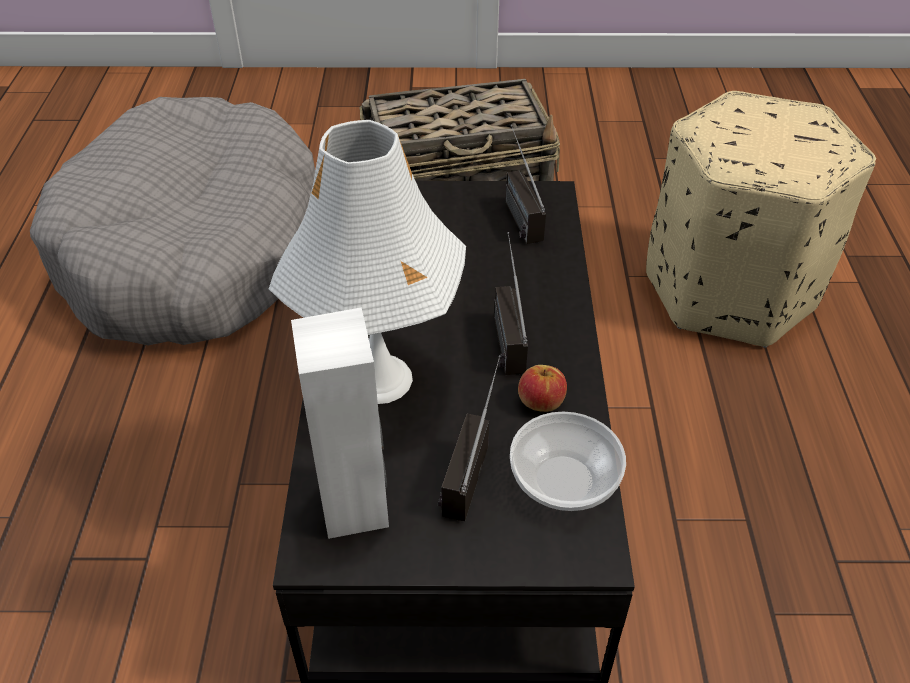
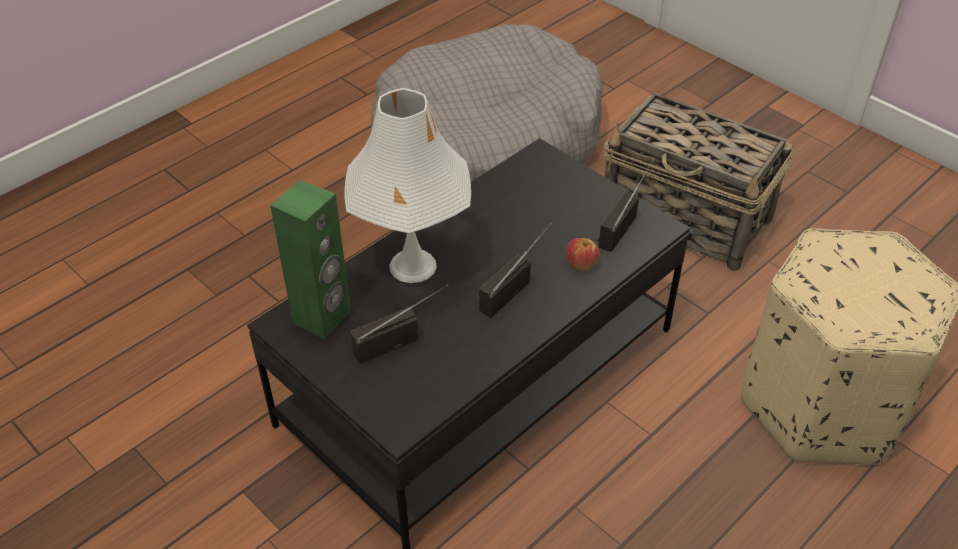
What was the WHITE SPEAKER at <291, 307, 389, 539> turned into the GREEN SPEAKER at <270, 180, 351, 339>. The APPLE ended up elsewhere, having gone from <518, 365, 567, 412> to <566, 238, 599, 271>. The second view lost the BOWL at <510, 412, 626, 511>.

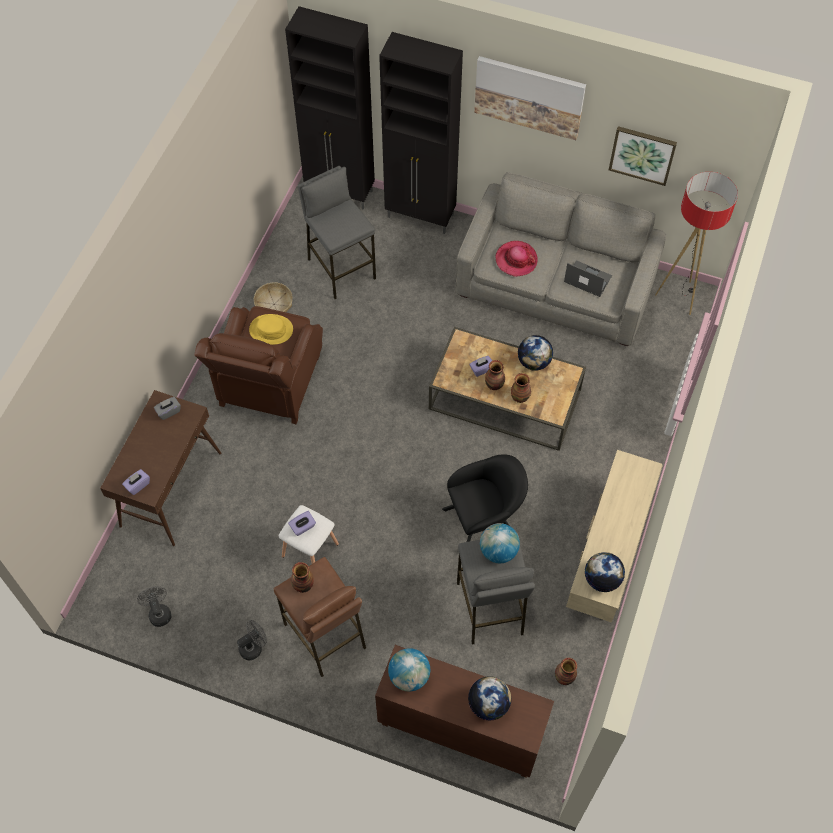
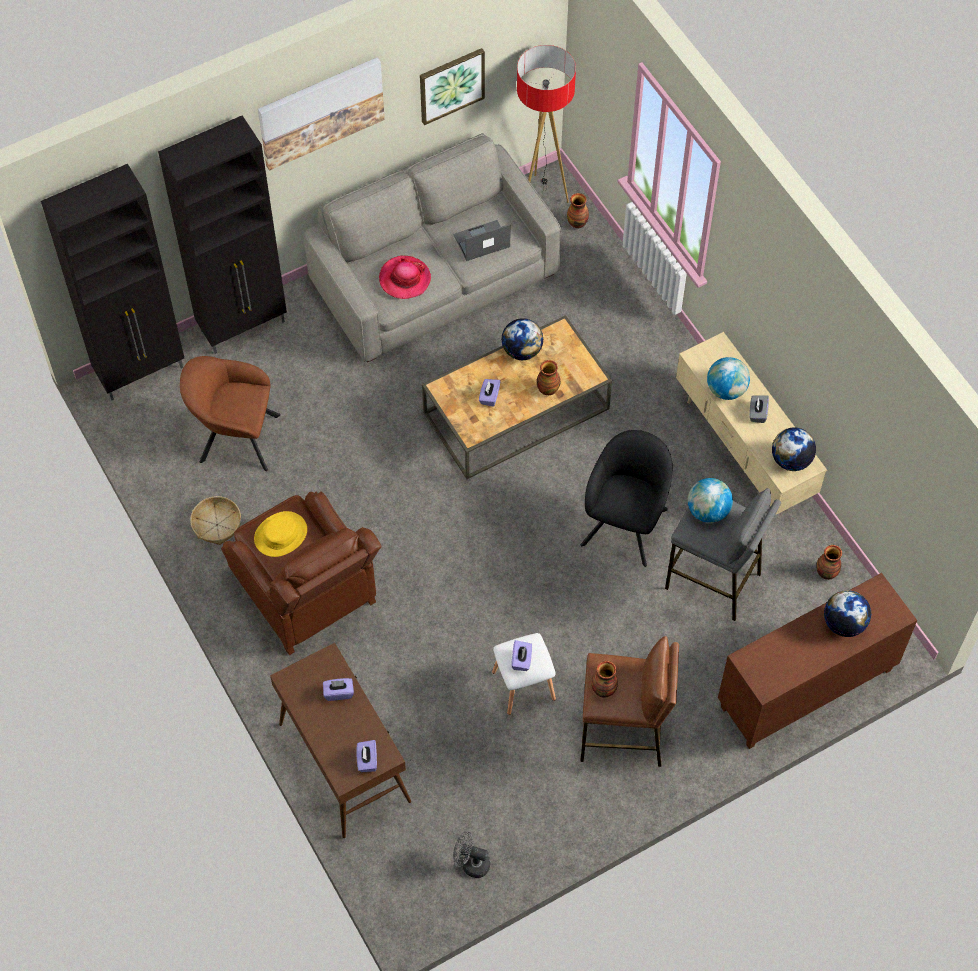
Where the GREY STOOL stood at <298, 166, 376, 299>, the BROWN ARMCHAIR came to stand at <180, 356, 280, 471>. The VASE ended up elsewhere, having gone from <485, 360, 505, 390> to <567, 193, 589, 228>. The GREY TISSUE BOX ended up elsewhere, having gone from <154, 397, 181, 420> to <749, 395, 769, 423>. The second view lost the GREY FAN at <237, 620, 267, 660>. The GLOBE ended up elsewhere, having gone from <388, 648, 430, 692> to <707, 357, 750, 400>. The second view gained the PURPLE TISSUE BOX at <323, 678, 354, 701>.

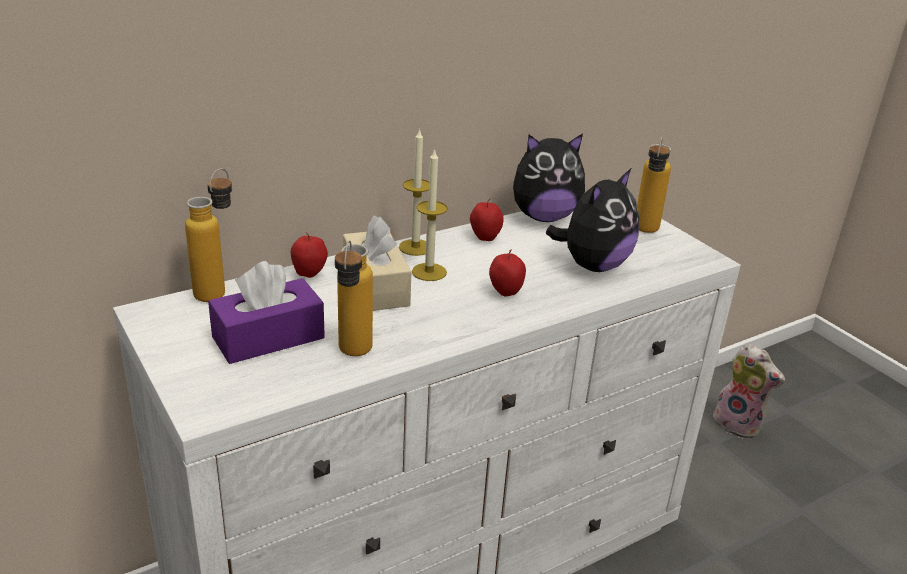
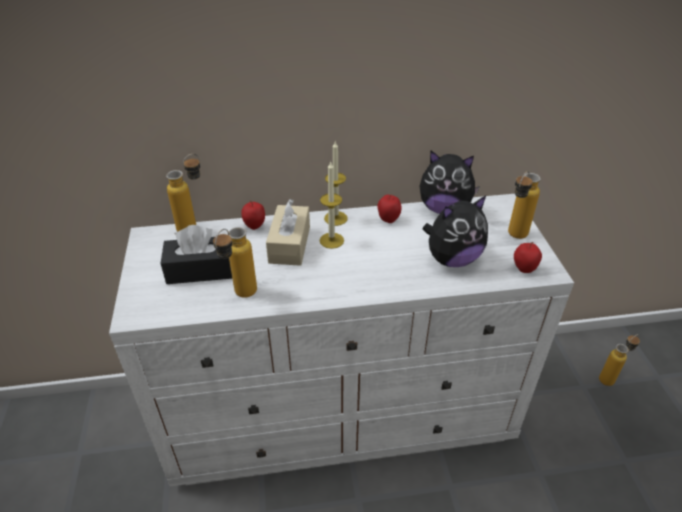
The APPLE ended up elsewhere, having gone from <489, 250, 526, 296> to <514, 242, 542, 273>. What was the PURPLE TISSUE BOX at <208, 261, 325, 364> turned into the BLACK TISSUE BOX at <160, 225, 232, 284>. Where the PLUSH TOY stood at <713, 343, 785, 439>, the BOTTLE came to stand at <599, 334, 640, 386>.

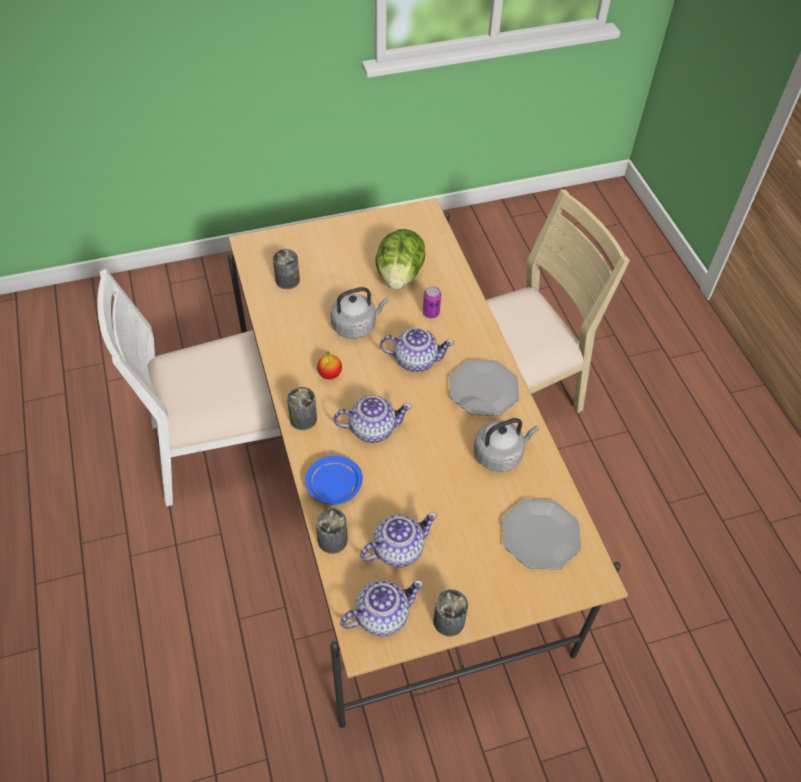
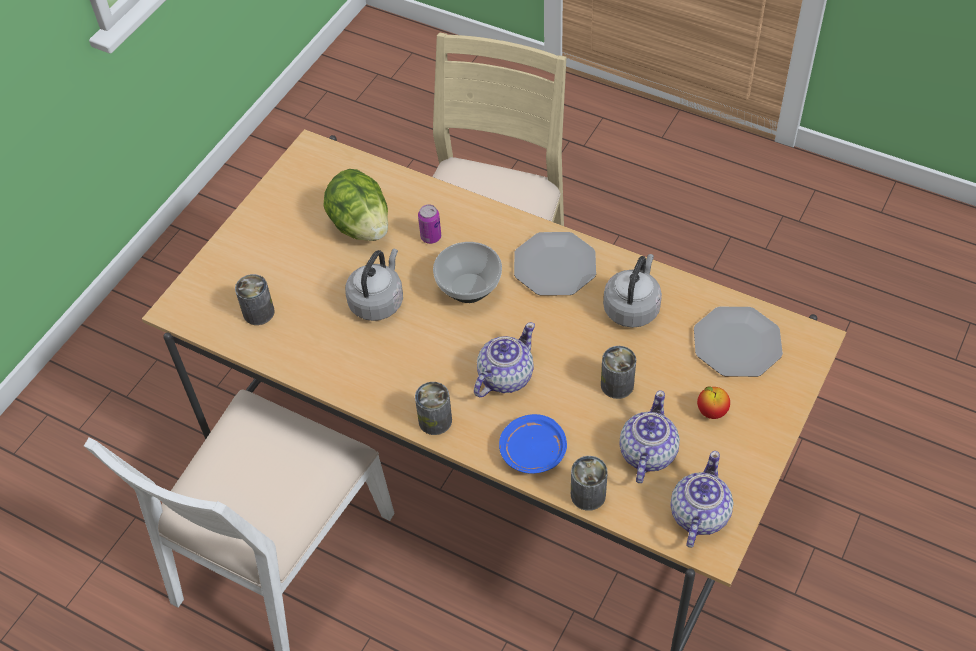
Where the TEAPOT stood at <380, 328, 454, 372>, the BOWL came to stand at <433, 242, 502, 303>. The APPLE ended up elsewhere, having gone from <317, 351, 342, 379> to <697, 386, 730, 419>. The CAN ended up elsewhere, having gone from <433, 589, 468, 637> to <601, 346, 636, 399>.

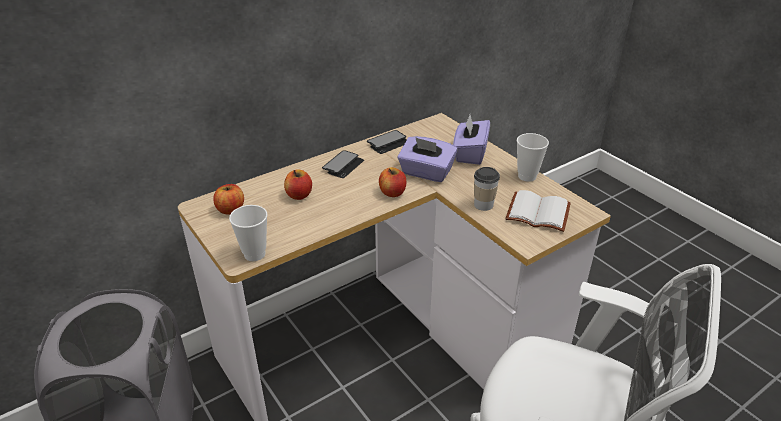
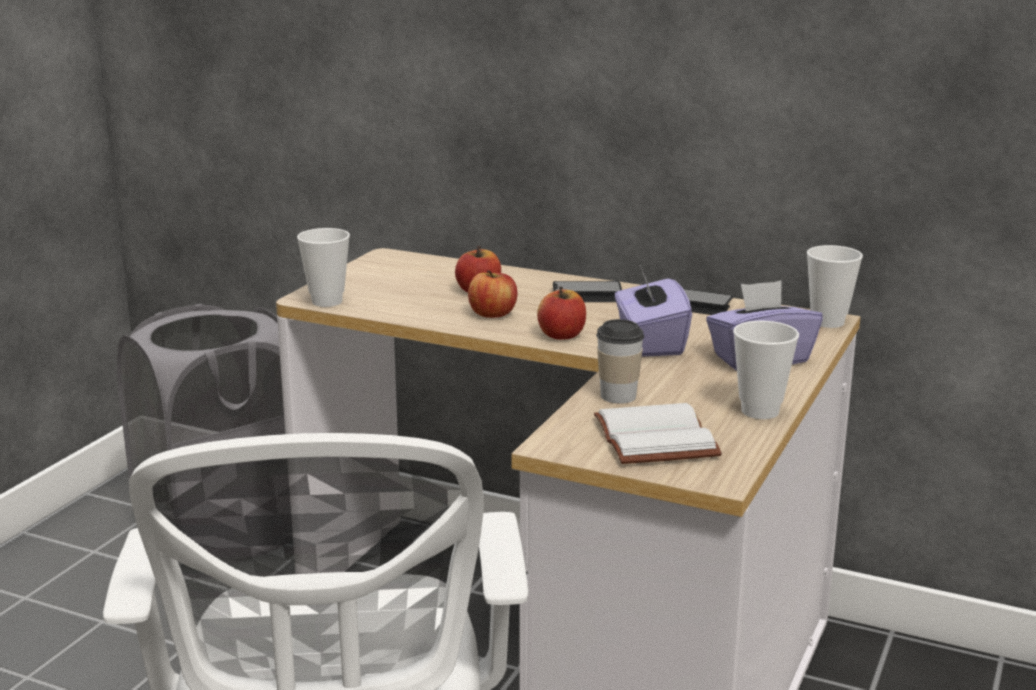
The APPLE ended up elsewhere, having gone from <213, 184, 244, 215> to <468, 270, 517, 318>. The second view gained the CUP at <807, 245, 863, 328>.

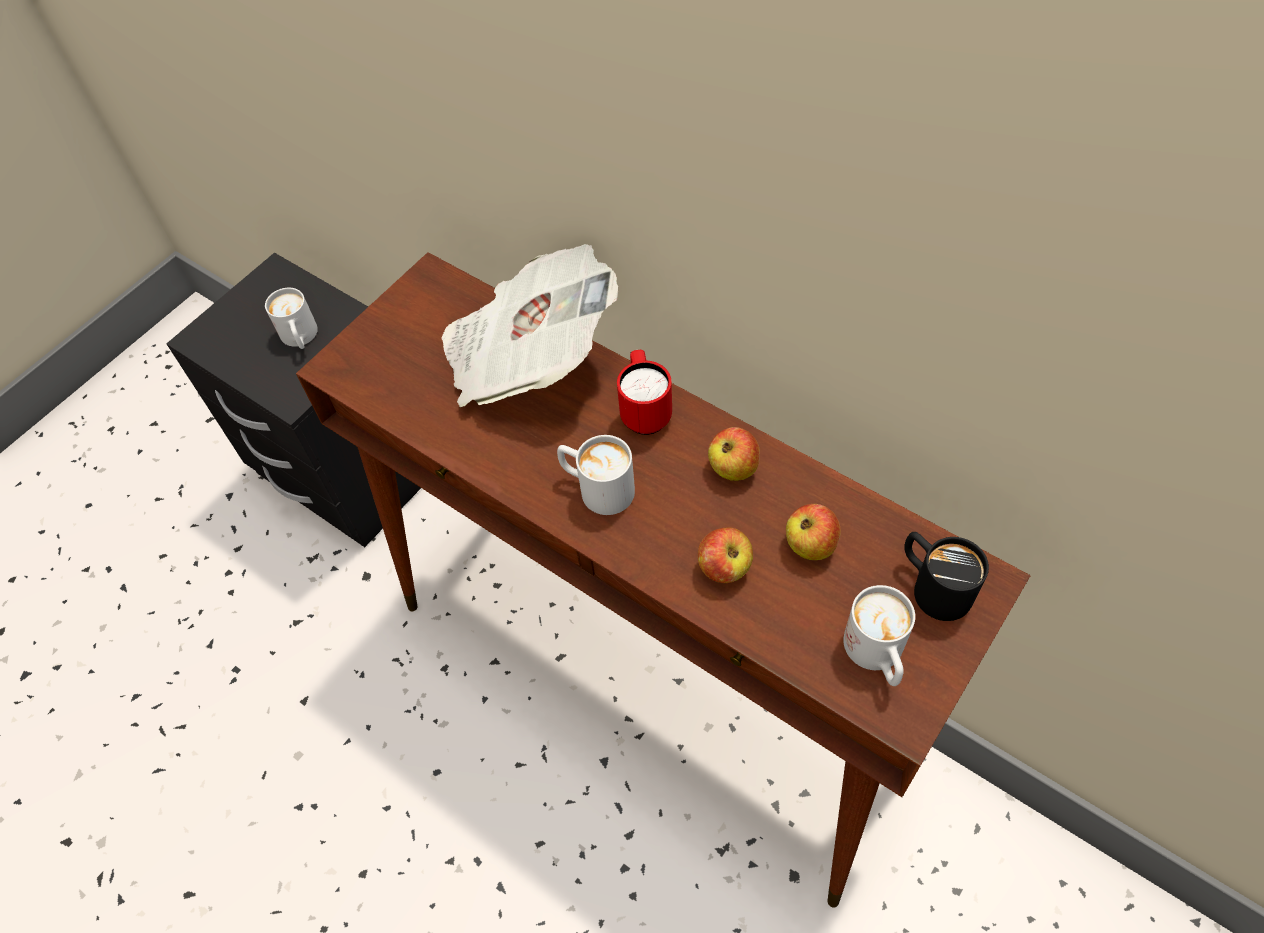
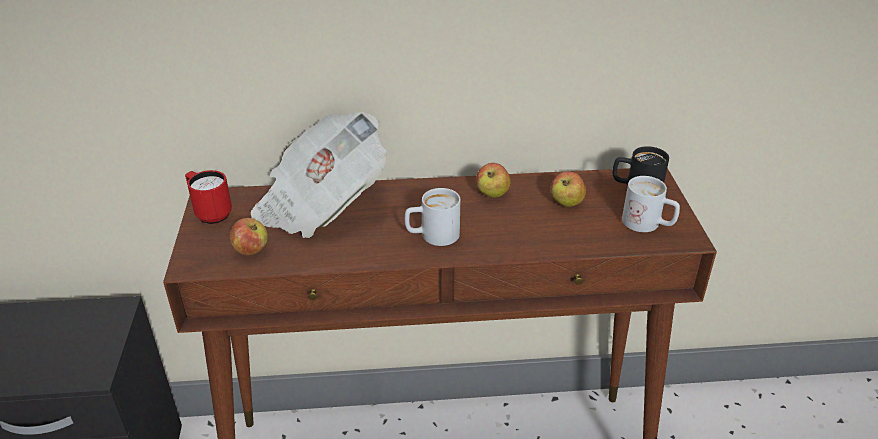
The second view lost the WHITE MUG at <265, 288, 318, 349>. The RED MUG ended up elsewhere, having gone from <617, 350, 672, 435> to <185, 170, 232, 224>. The APPLE ended up elsewhere, having gone from <698, 528, 753, 583> to <230, 218, 268, 255>.

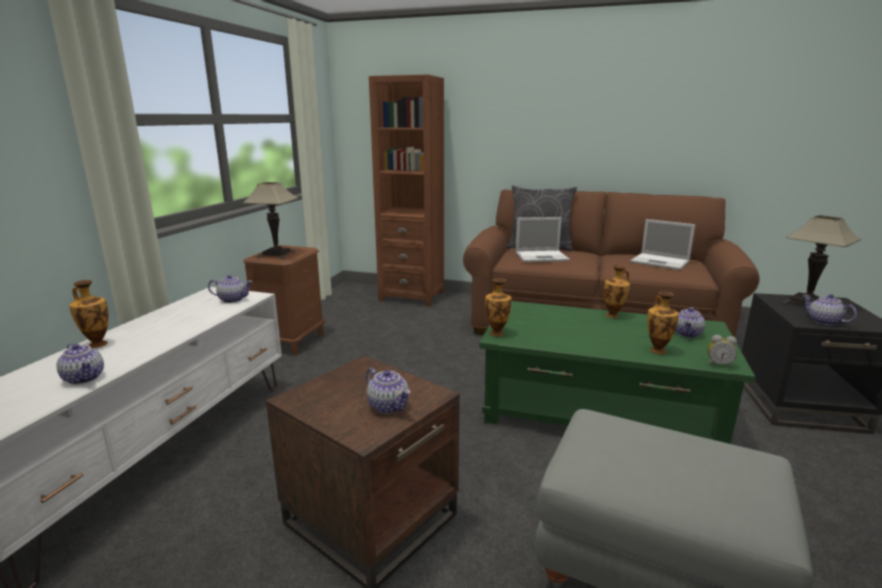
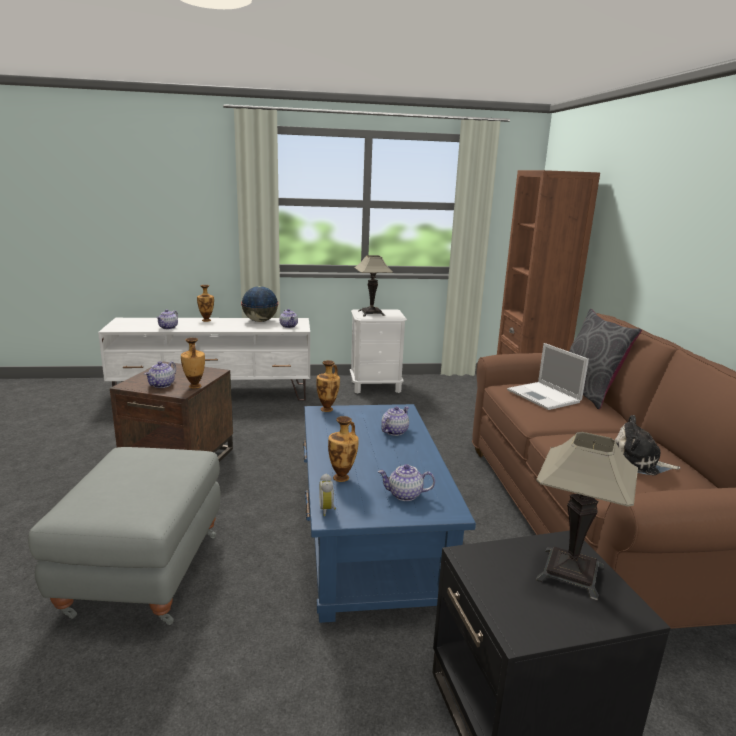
Where the LAPTOP stood at <630, 219, 695, 270>, the PLUSH TOY came to stand at <615, 415, 680, 475>. What was the BROWN NIGHTSTAND at <243, 245, 325, 355> turned into the WHITE NIGHTSTAND at <350, 309, 407, 394>. The VASE ended up elsewhere, having gone from <604, 265, 630, 318> to <181, 338, 205, 388>. The TEAPOT ended up elsewhere, having gone from <803, 294, 857, 325> to <381, 406, 409, 436>. What was the GREEN COFFEE TABLE at <479, 301, 755, 445> turned into the BLUE COFFEE TABLE at <303, 404, 476, 623>. The second view gained the GLOBE at <241, 286, 279, 322>.

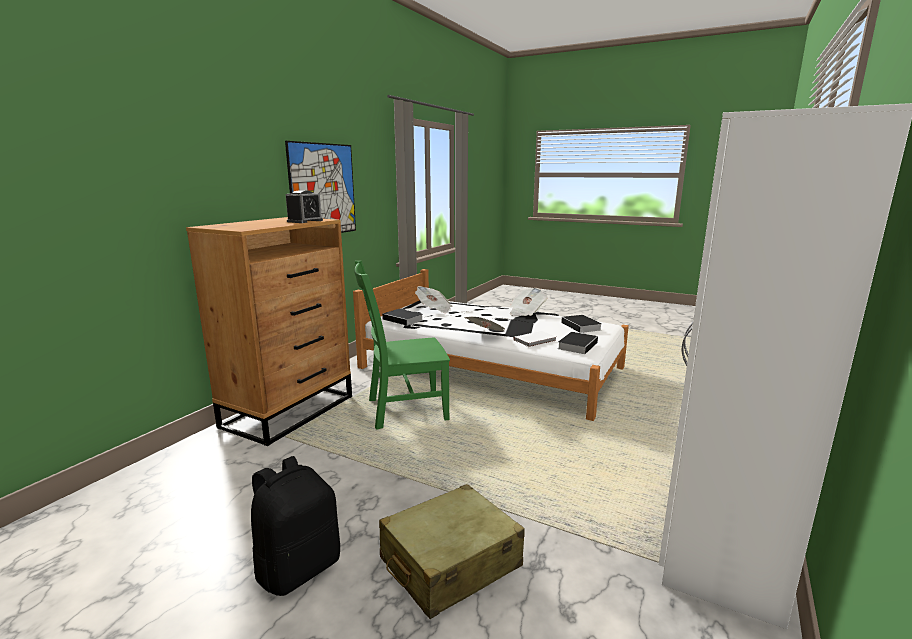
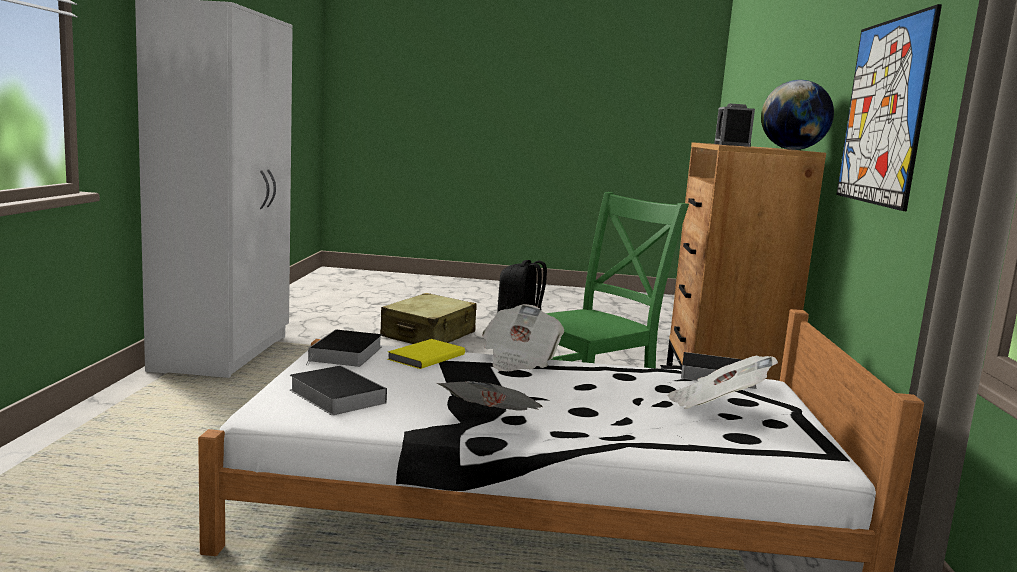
What was the WHITE BOOK at <513, 331, 556, 347> turned into the YELLOW BOOK at <387, 339, 465, 369>. The second view gained the GLOBE at <761, 80, 834, 150>.

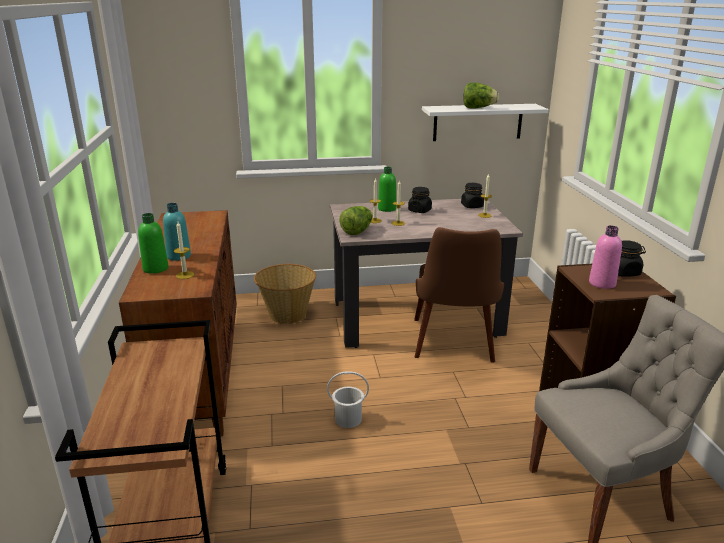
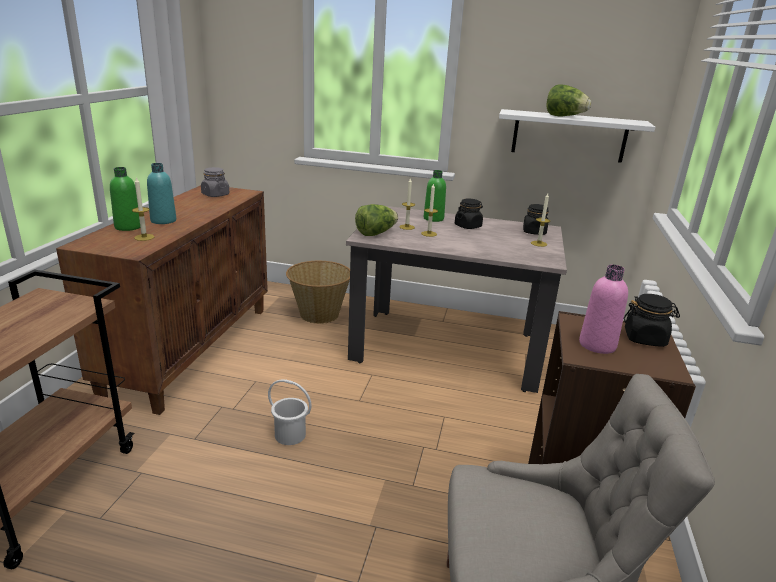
The second view lost the BROWN CHAIR at <414, 227, 504, 363>. The second view gained the GREY JAR at <201, 167, 229, 197>.

